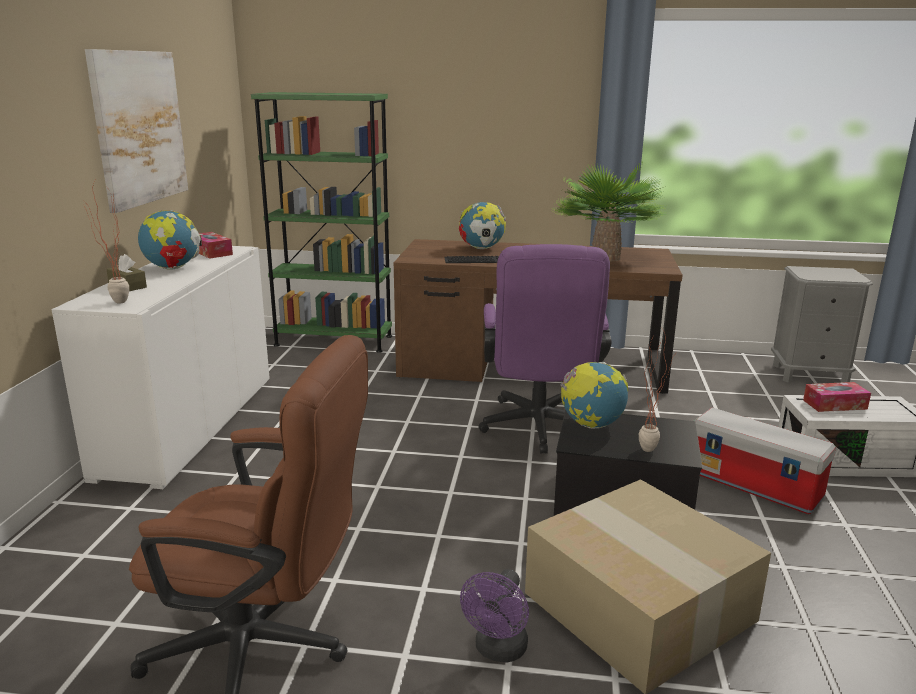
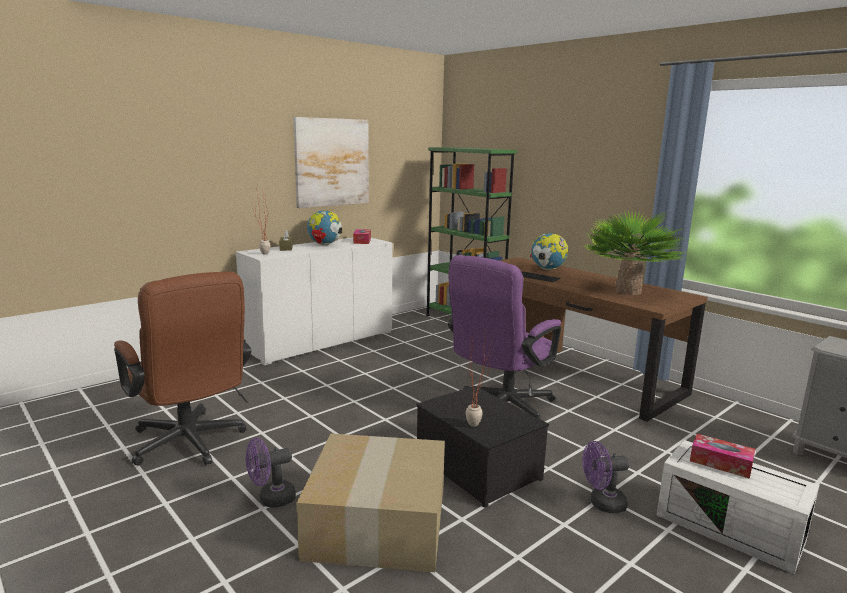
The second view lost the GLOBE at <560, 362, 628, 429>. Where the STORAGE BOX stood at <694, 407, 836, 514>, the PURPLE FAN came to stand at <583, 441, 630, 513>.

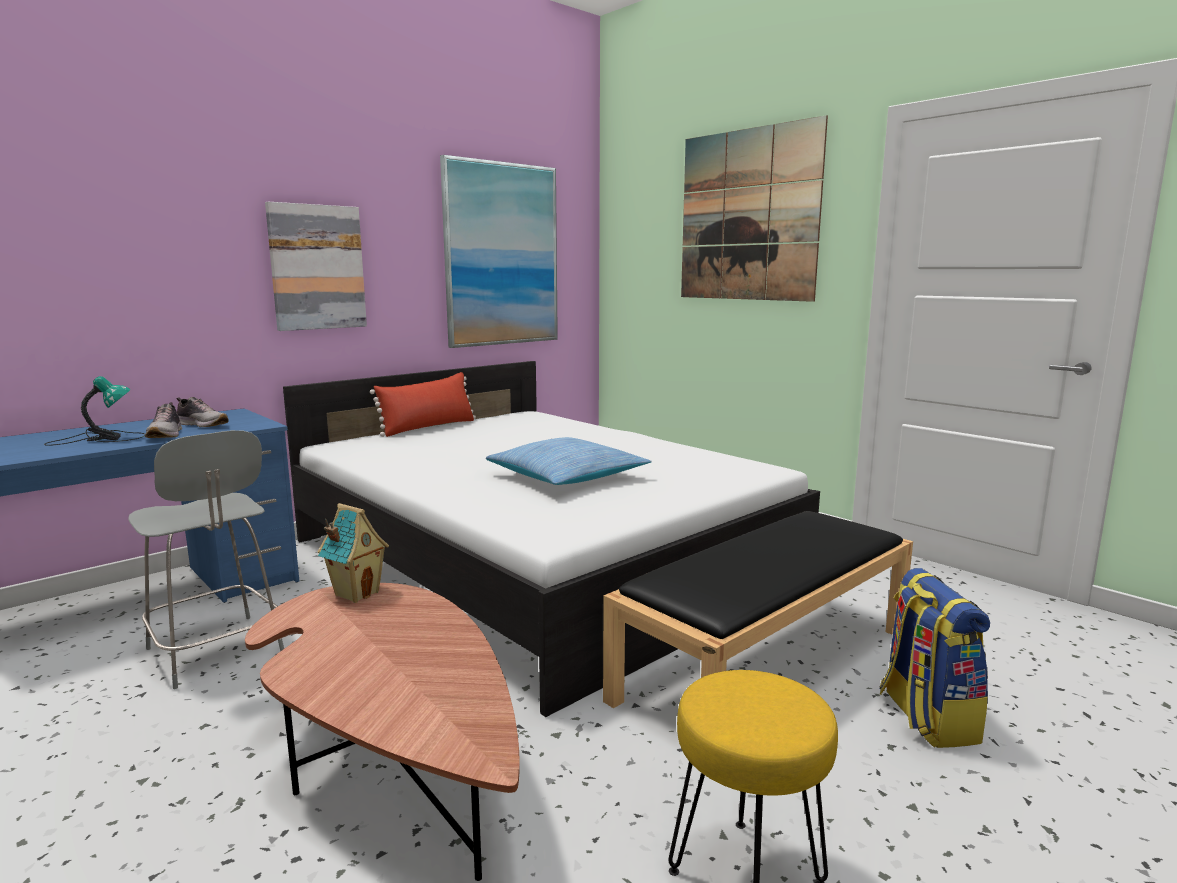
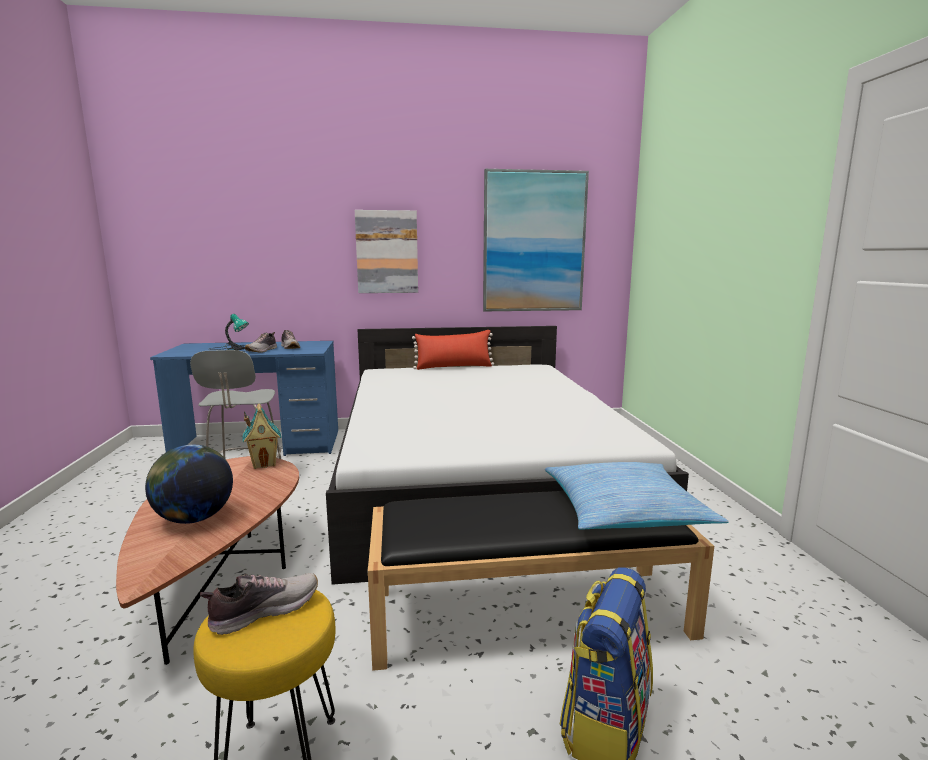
The second view lost the PICTURE at <681, 115, 828, 302>. The PILLOW ended up elsewhere, having gone from <486, 437, 652, 485> to <545, 462, 729, 530>. The second view gained the GLOBE at <145, 445, 233, 524>. The second view gained the SHOE at <200, 573, 318, 635>.

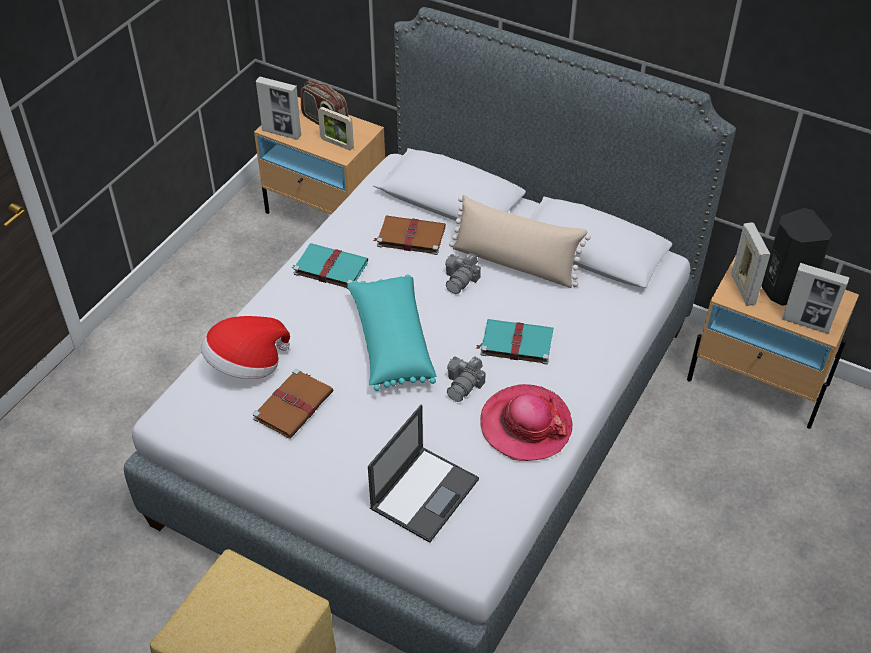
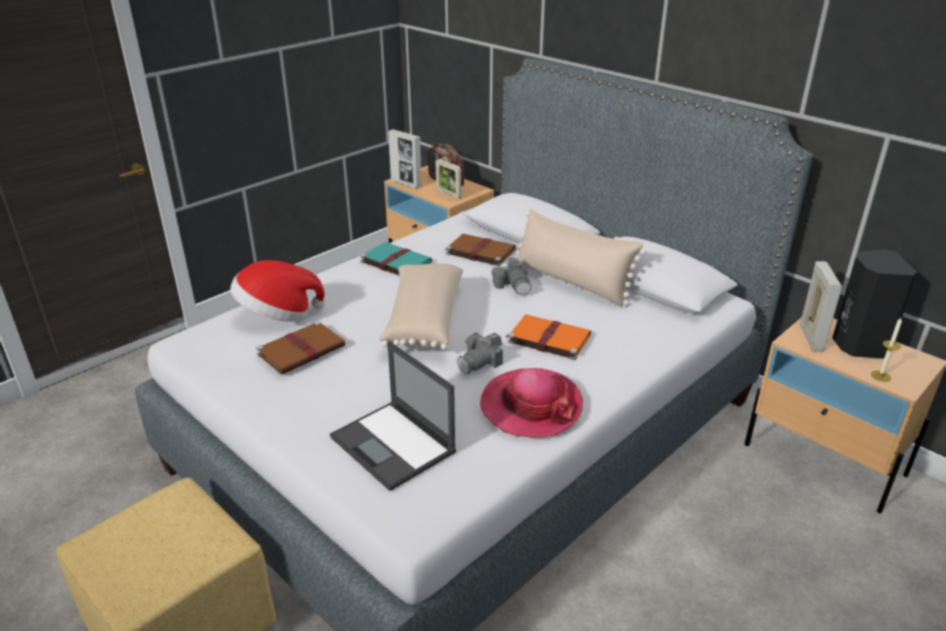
The PHOTO CAMERA at <445, 253, 481, 294> ended up facing another way, 60 degrees counterclockwise from before. Where the PICTURE FRAME stood at <782, 263, 849, 334>, the CANDLE came to stand at <871, 318, 902, 382>. What was the TURQUOISE PILLOW at <347, 274, 436, 391> turned into the BEIGE PILLOW at <378, 263, 463, 350>. What was the TURQUOISE BOOK at <476, 319, 553, 365> turned into the ORANGE BOOK at <505, 314, 591, 360>. The LAPTOP at <368, 405, 479, 543> ended up facing another way, 90 degrees clockwise from before.

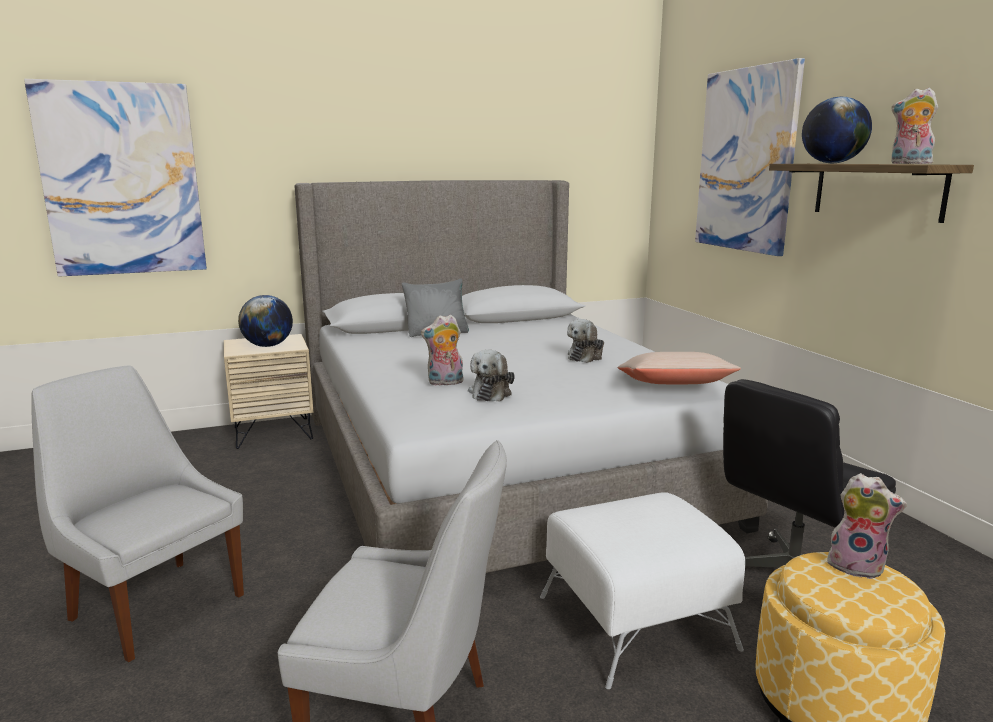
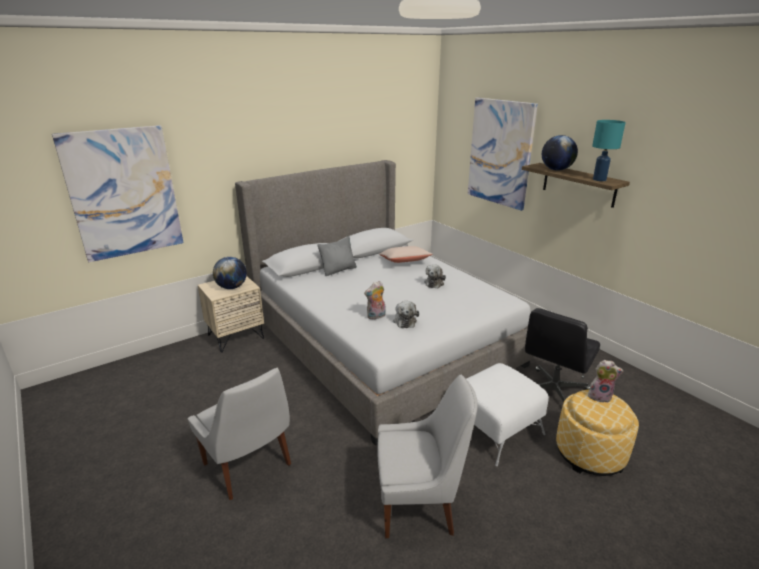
Where the PLUSH TOY stood at <891, 88, 938, 164>, the TURQUOISE TABLE LAMP came to stand at <592, 120, 626, 181>. The BEIGE PILLOW ended up elsewhere, having gone from <618, 352, 741, 384> to <379, 246, 432, 263>. The WHITE CHAIR at <31, 366, 244, 662> ended up facing another way, 150 degrees counterclockwise from before.

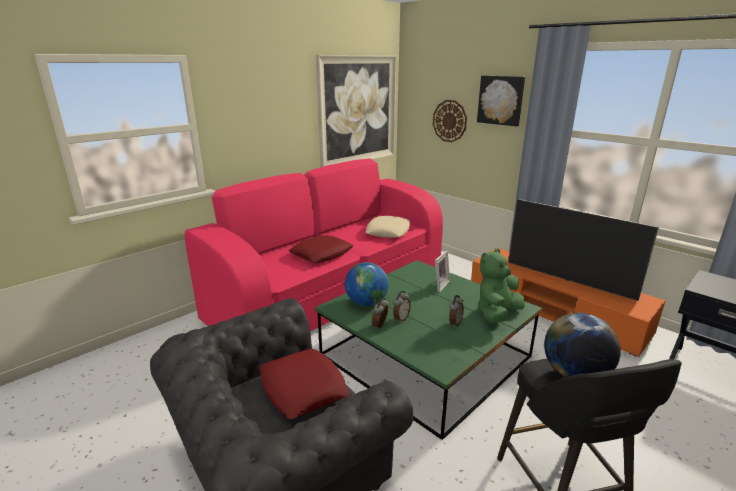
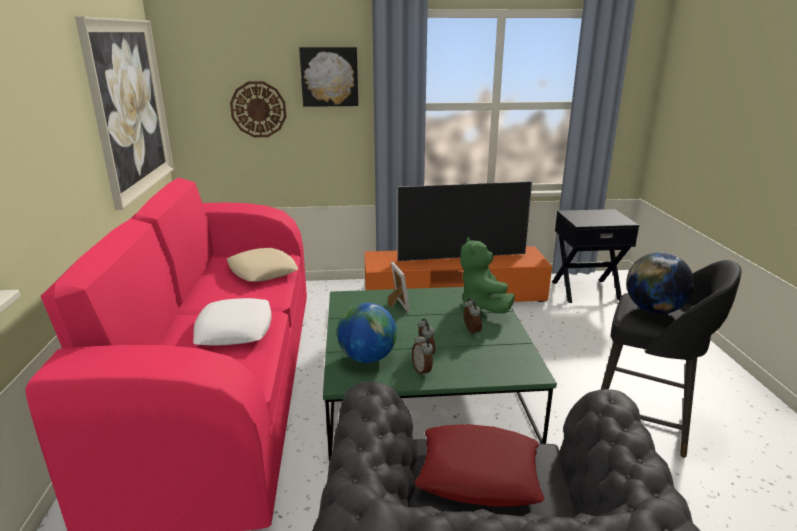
What was the RED PILLOW at <289, 235, 354, 262> turned into the WHITE PILLOW at <193, 298, 272, 345>.

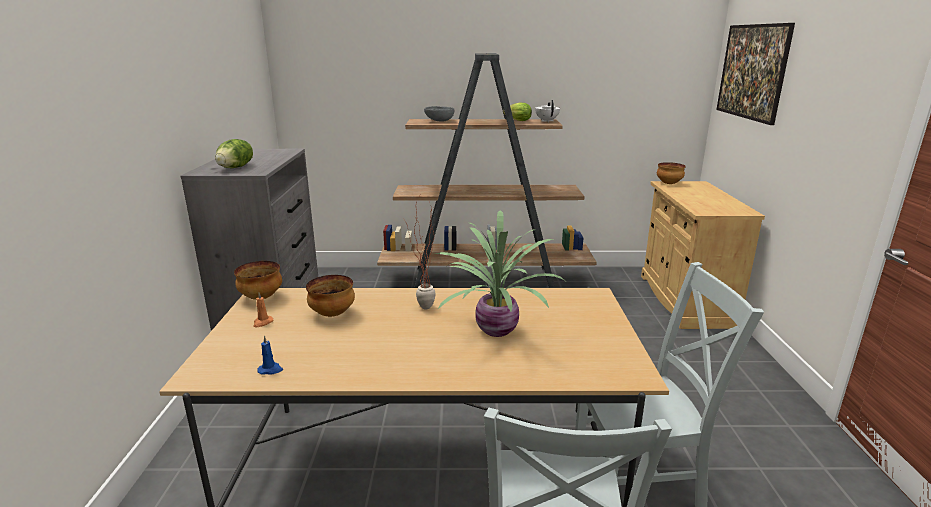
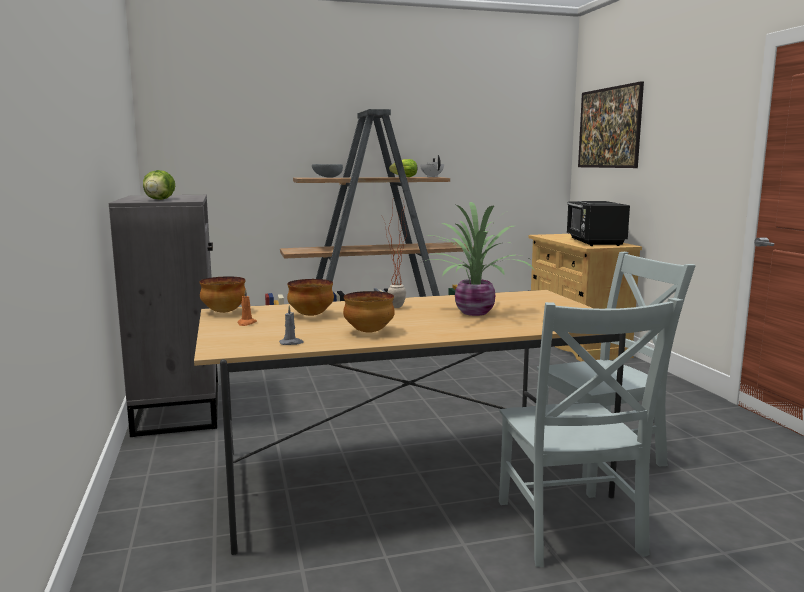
The BOWL ended up elsewhere, having gone from <657, 162, 686, 184> to <343, 291, 395, 333>. What was the BLUE CANDLE at <257, 335, 283, 375> turned into the GREY CANDLE at <279, 305, 304, 345>. The second view gained the BLACK MICROWAVE at <567, 201, 630, 246>.

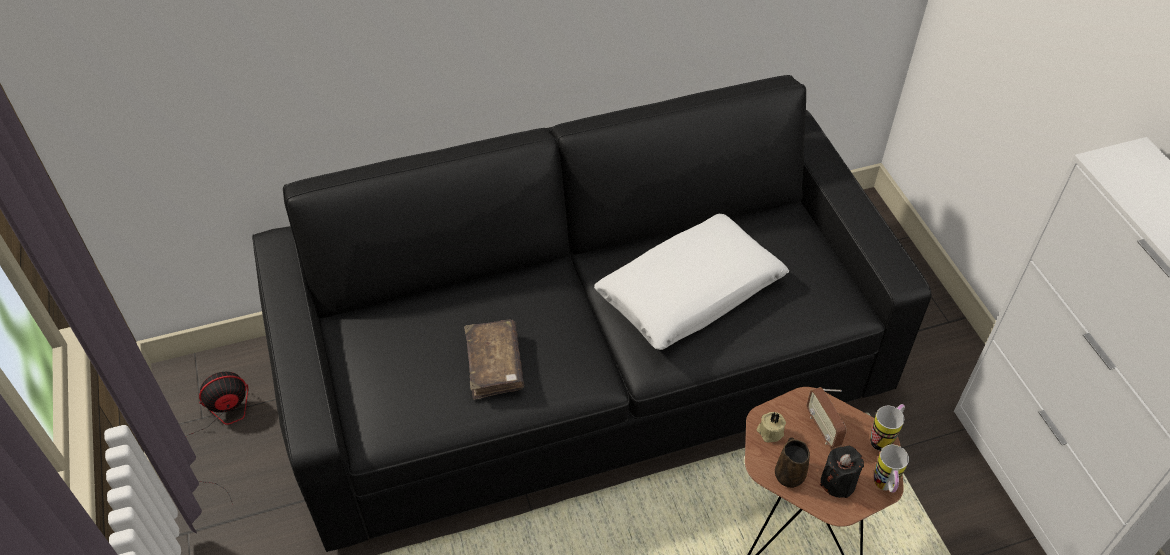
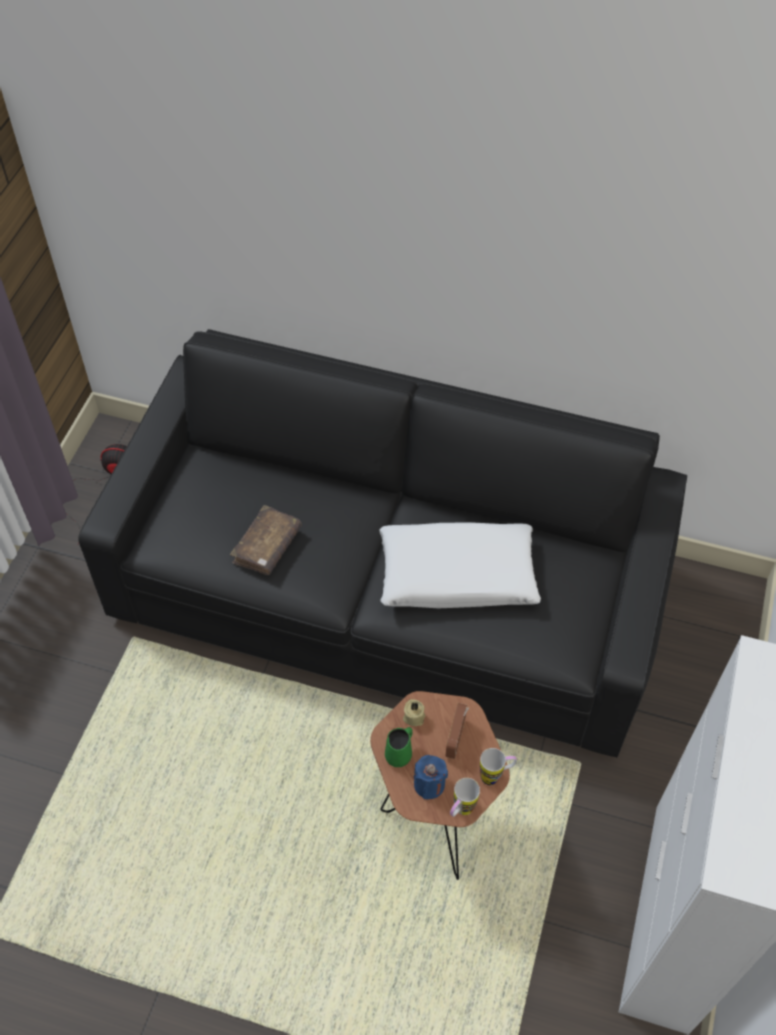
What was the BROWN MUG at <775, 437, 810, 488> turned into the GREEN MUG at <385, 727, 412, 767>. What was the BLACK CANDLE at <820, 446, 864, 498> turned into the BLUE CANDLE at <414, 755, 448, 799>.

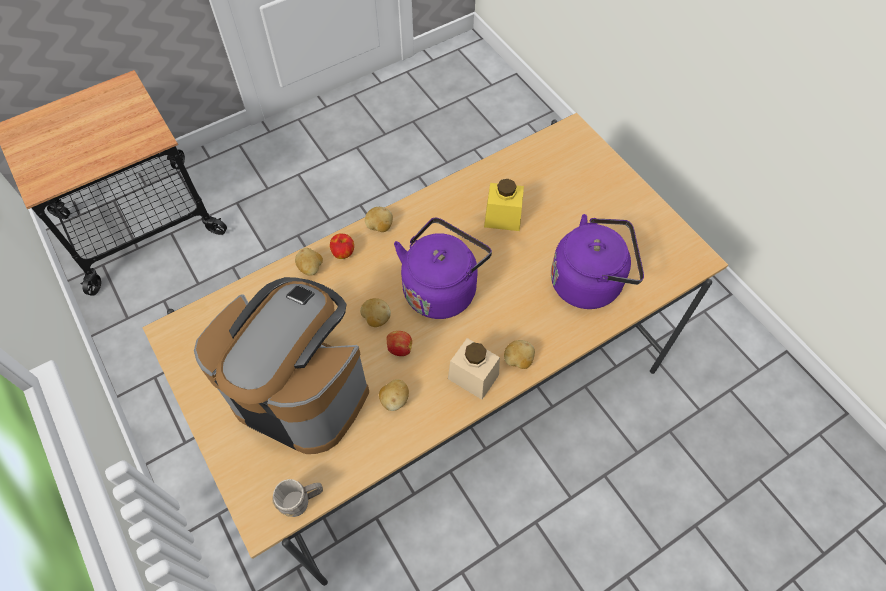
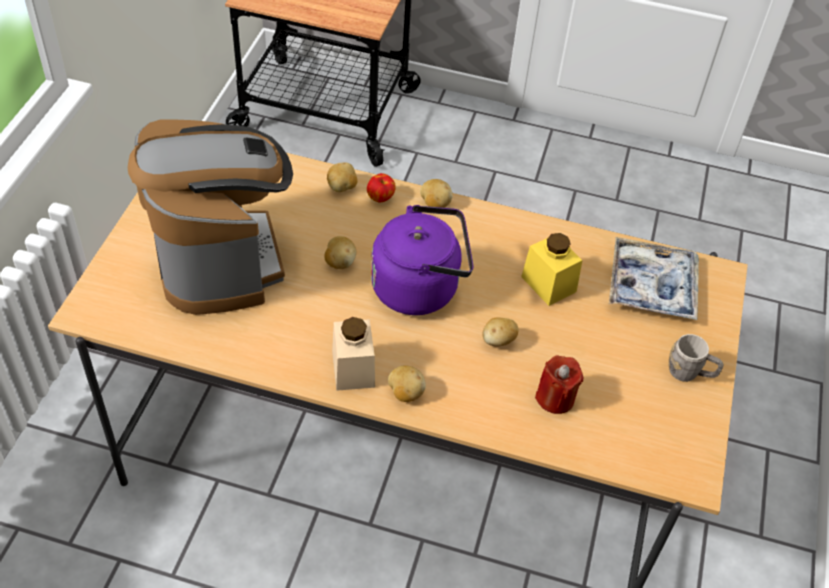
Where the PURPLE KETTLE stood at <551, 214, 644, 309>, the RED CANDLE came to stand at <535, 356, 583, 414>. The second view lost the APPLE at <386, 331, 412, 356>. The POTATO ended up elsewhere, having gone from <379, 379, 409, 411> to <482, 318, 519, 347>. The GREY MUG ended up elsewhere, having gone from <272, 479, 323, 517> to <668, 334, 724, 382>. The second view gained the TRAY at <609, 237, 699, 320>.

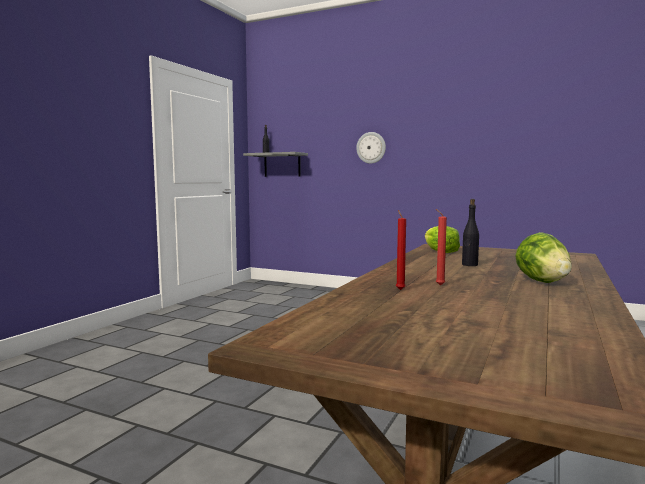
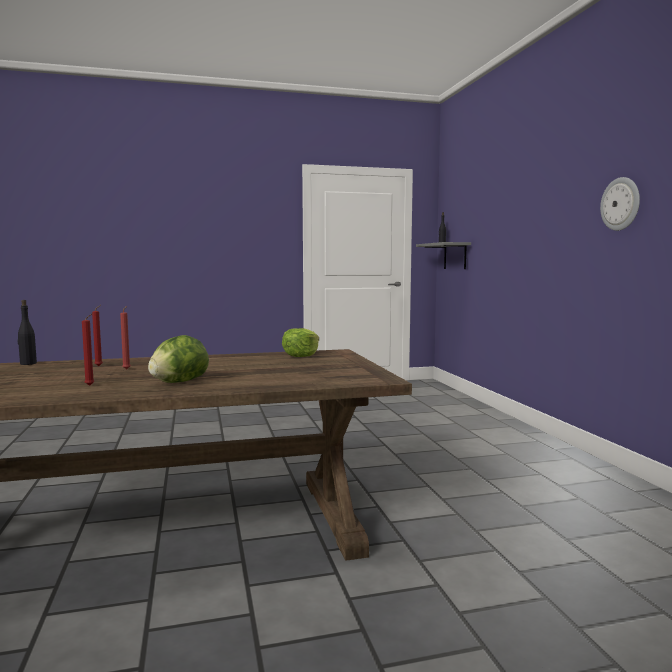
The WALL CLOCK ended up elsewhere, having gone from <356, 132, 386, 164> to <600, 177, 640, 231>. The BLACK BOTTLE ended up elsewhere, having gone from <462, 199, 479, 266> to <18, 300, 37, 365>. The second view gained the RED CANDLE at <82, 313, 94, 386>.

